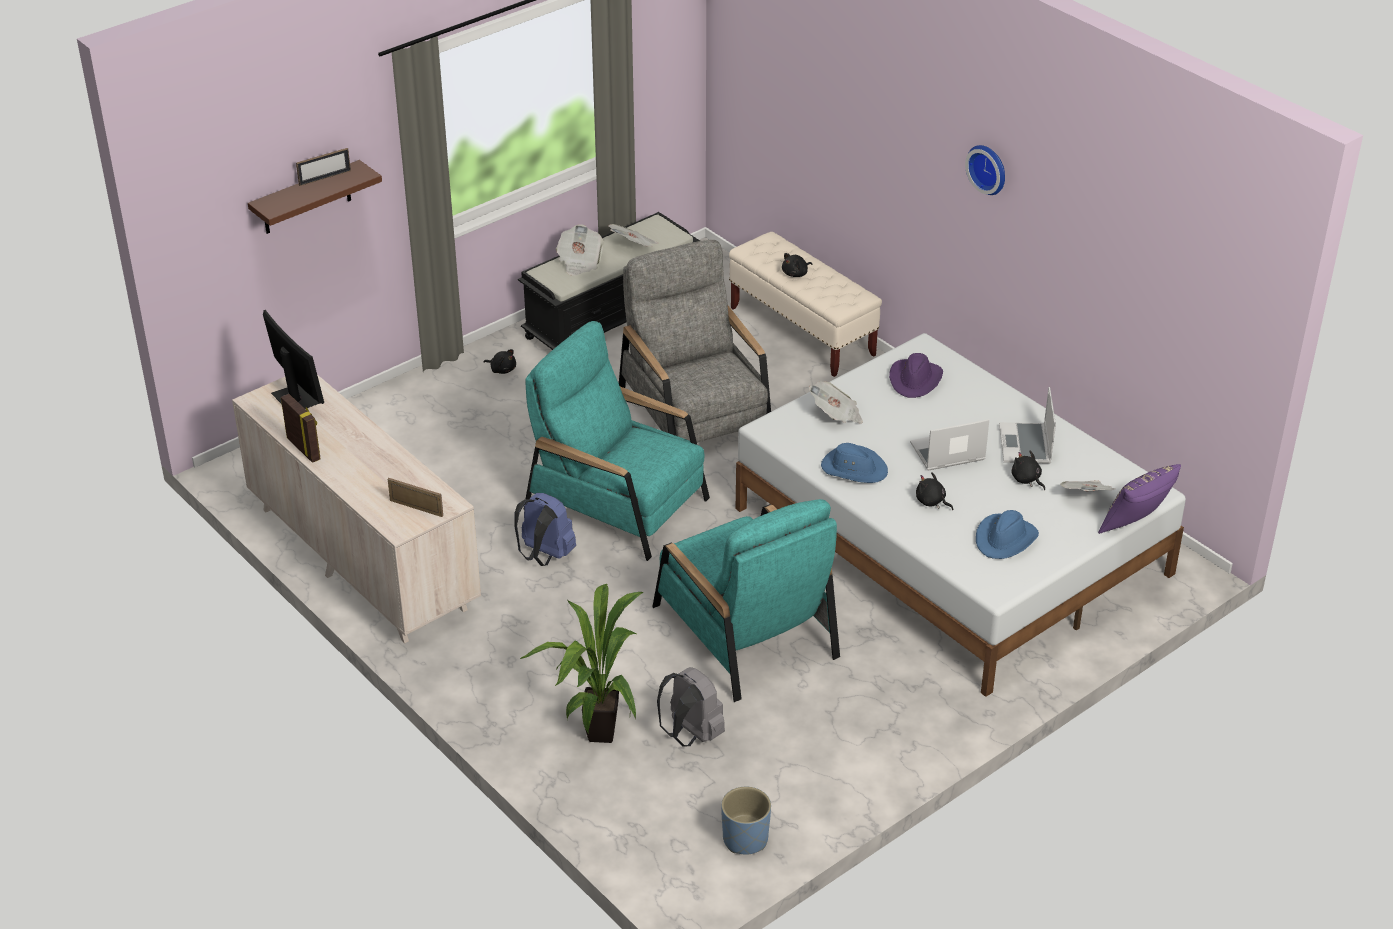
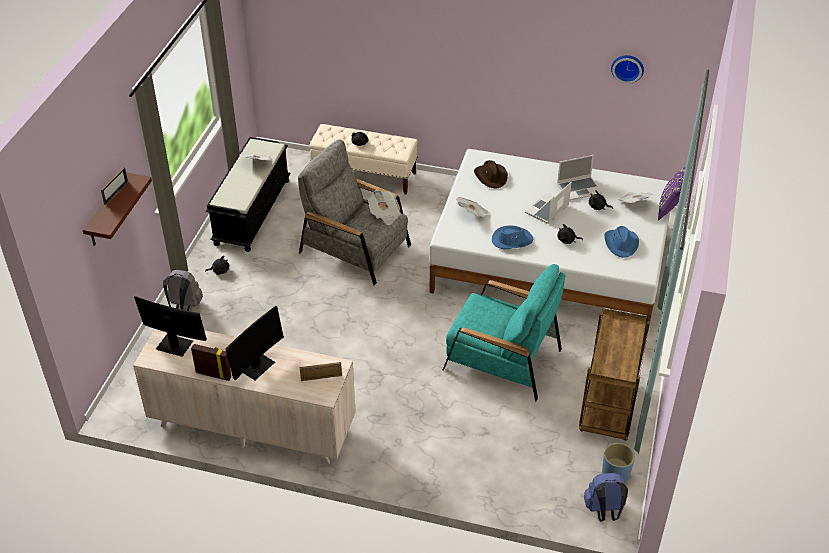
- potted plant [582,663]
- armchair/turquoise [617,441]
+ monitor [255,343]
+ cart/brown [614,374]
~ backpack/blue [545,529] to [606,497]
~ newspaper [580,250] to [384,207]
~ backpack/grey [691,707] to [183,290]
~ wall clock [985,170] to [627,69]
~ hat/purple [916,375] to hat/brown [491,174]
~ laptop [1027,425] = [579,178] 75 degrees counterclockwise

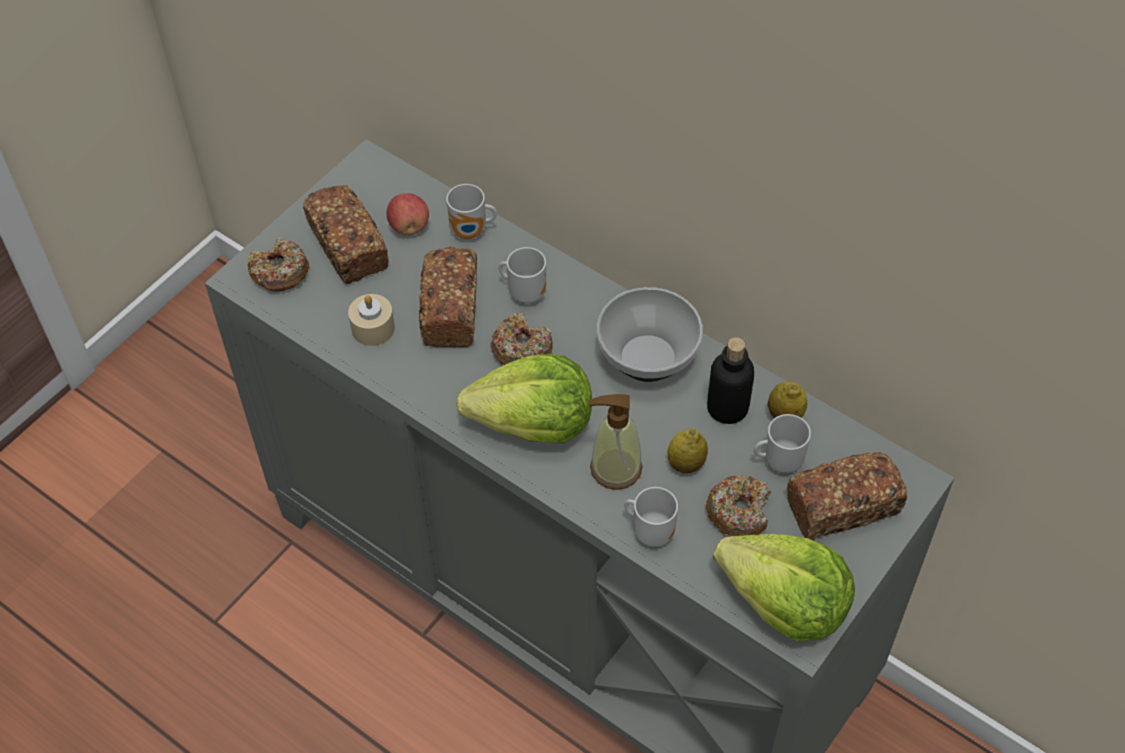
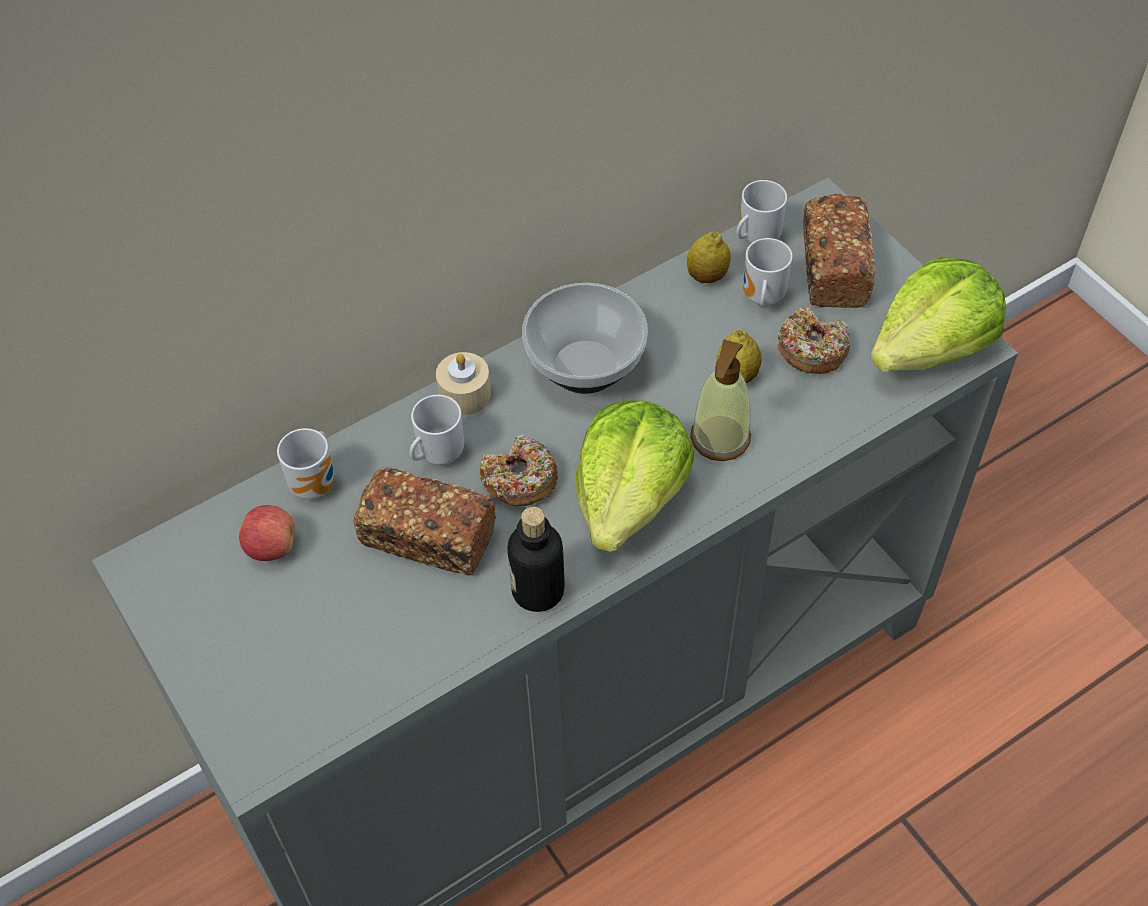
- donut [278,264]
- bread [346,234]
~ candle/beige [371,320] to [463,383]
~ mug [651,517] to [761,212]
~ bottle [730,380] to [536,559]

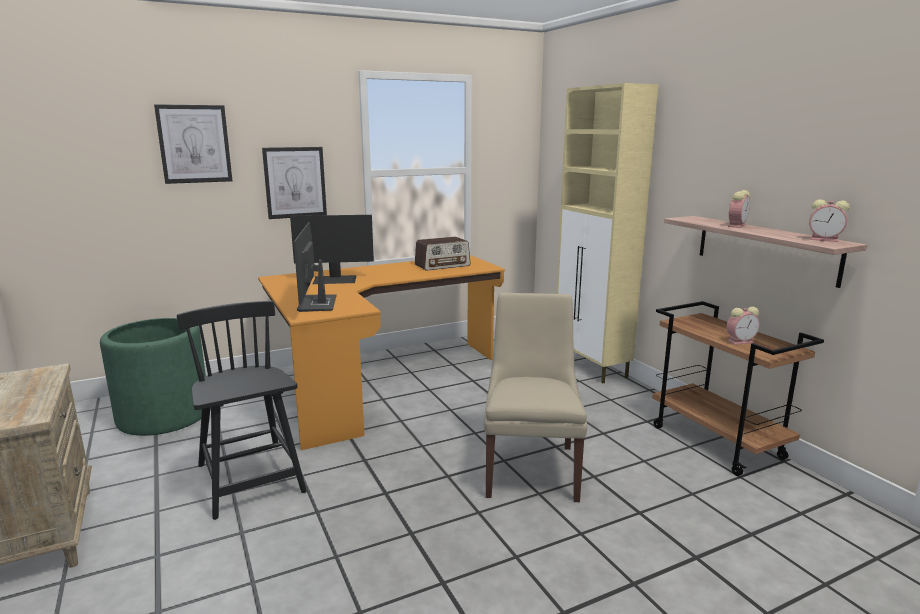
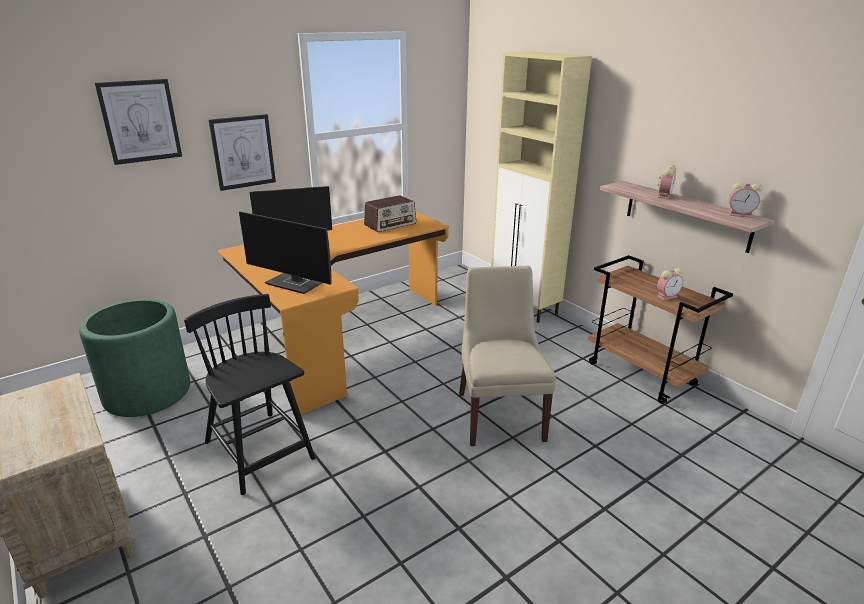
~ monitor [315,267] = [285,252] 45 degrees counterclockwise

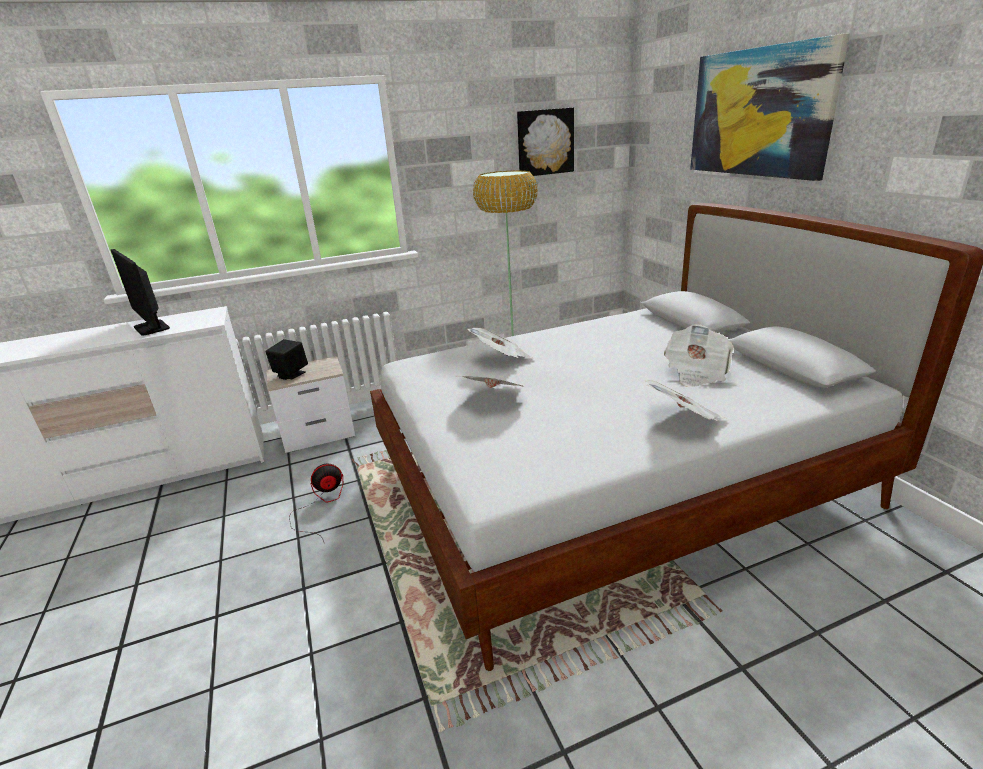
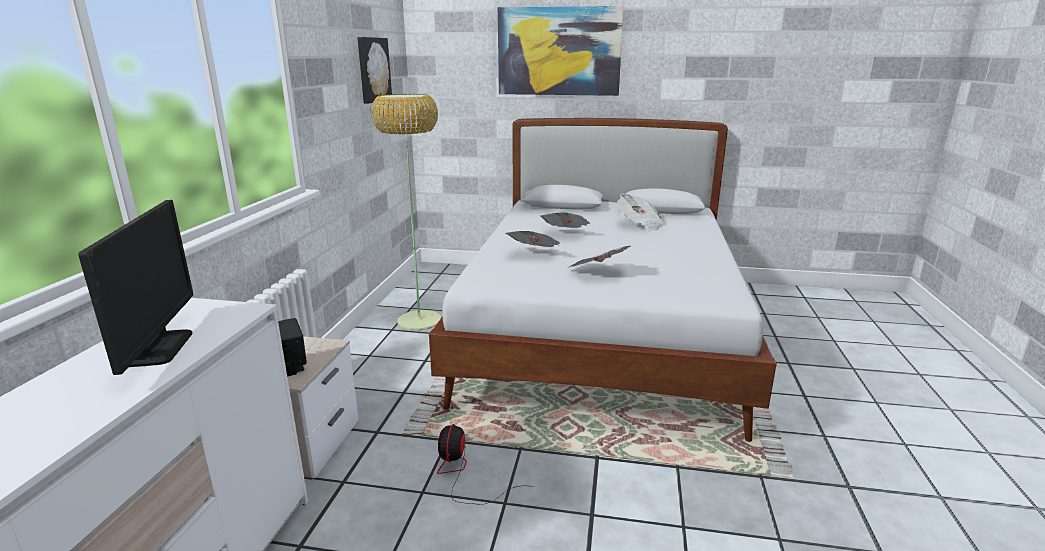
~ newspaper [686,400] to [565,220]
~ monitor [140,292] = [135,287] 90 degrees counterclockwise

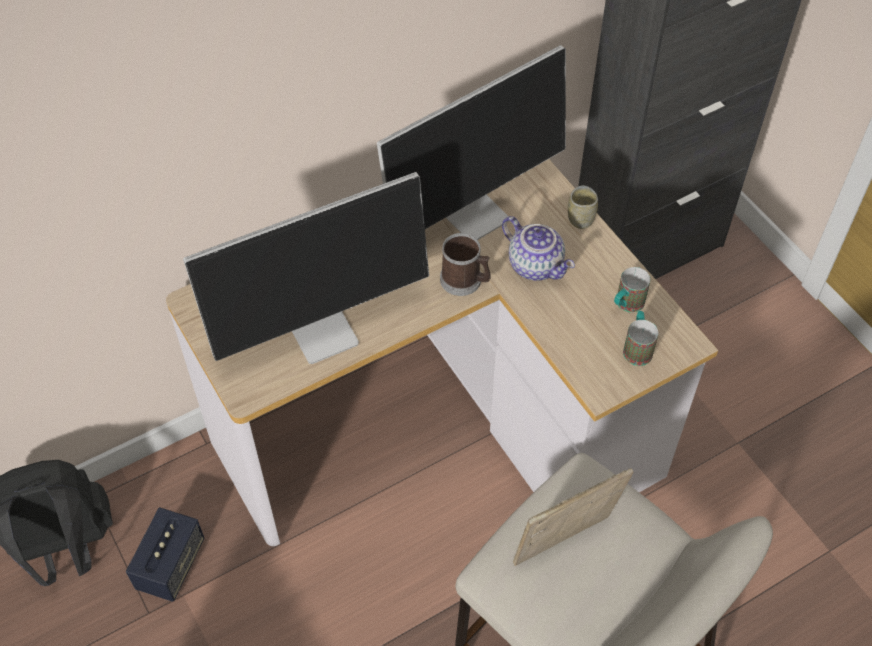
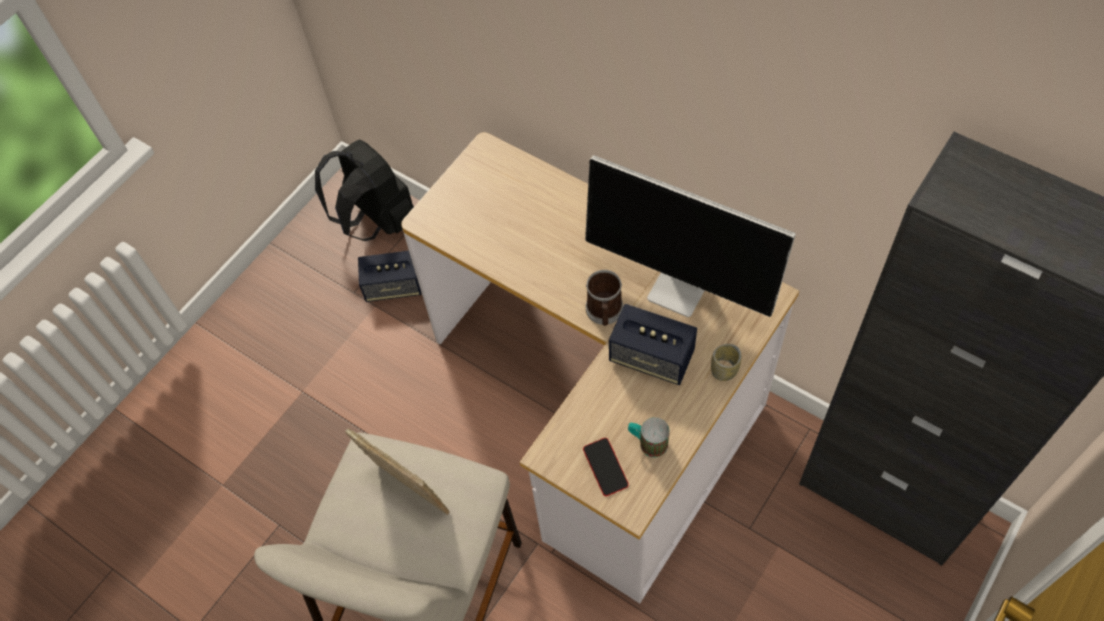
- monitor [306,268]
~ teapot [538,248] to speaker [653,344]
~ mug [640,338] to phone [606,467]

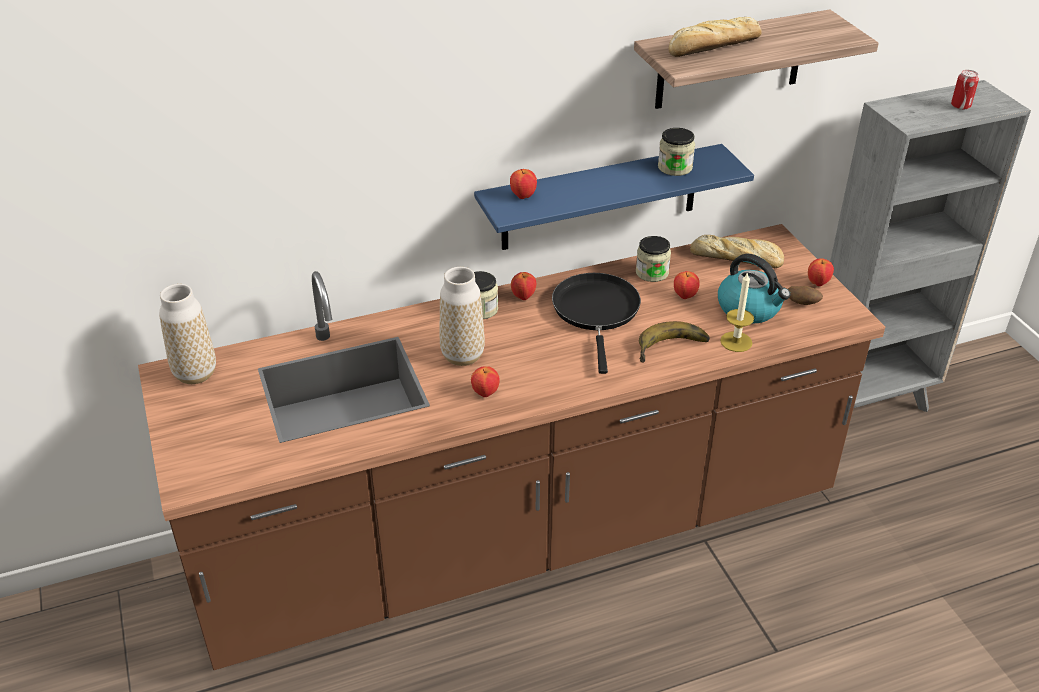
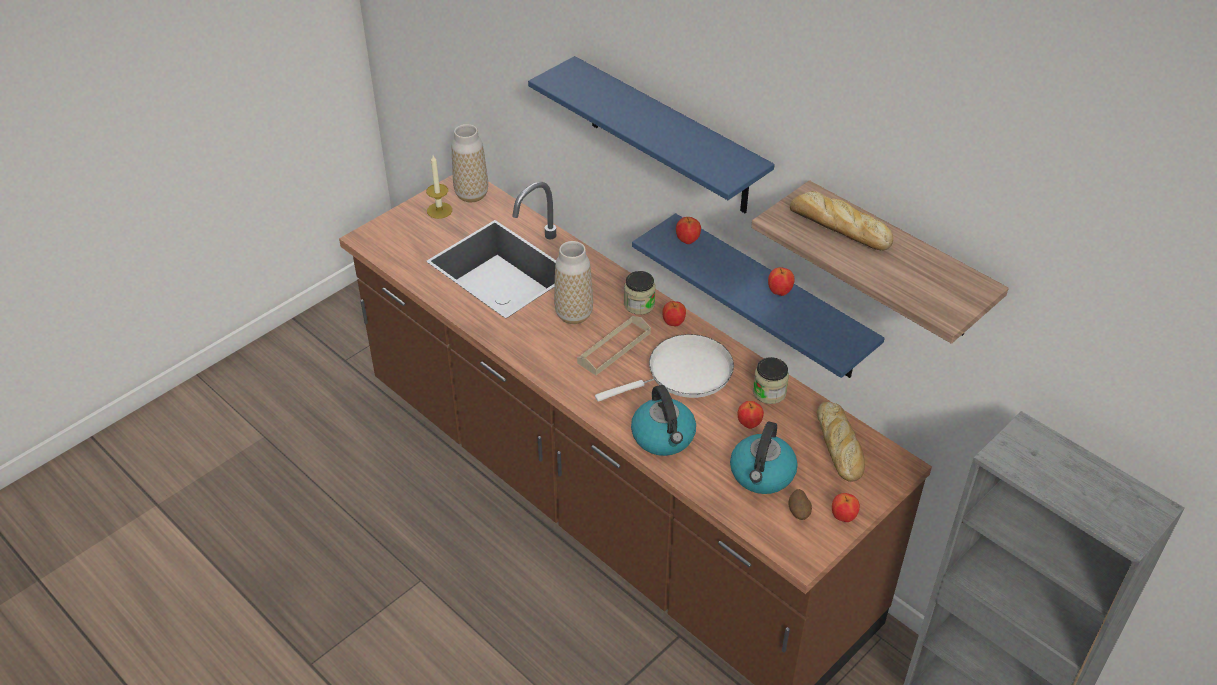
- jar [676,152]
- can [965,90]
+ shelf/blue [651,134]
+ tray/beige [614,345]
~ apple [485,381] to [781,281]
~ candle [737,312] to [439,187]
~ banana [674,342] to kettle [663,420]
~ frying pan/black [596,323] to frying pan/white [664,368]

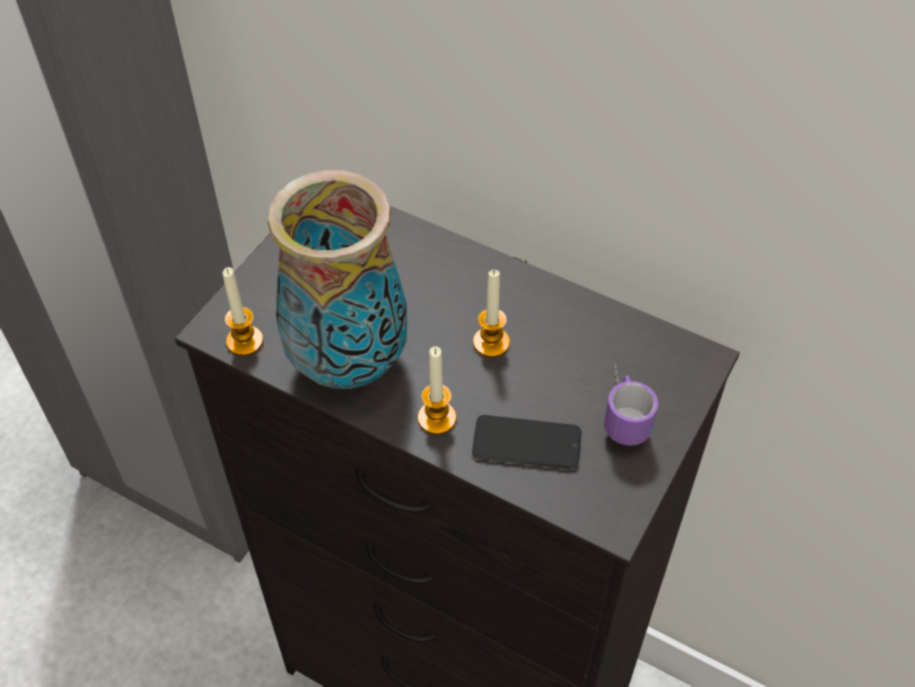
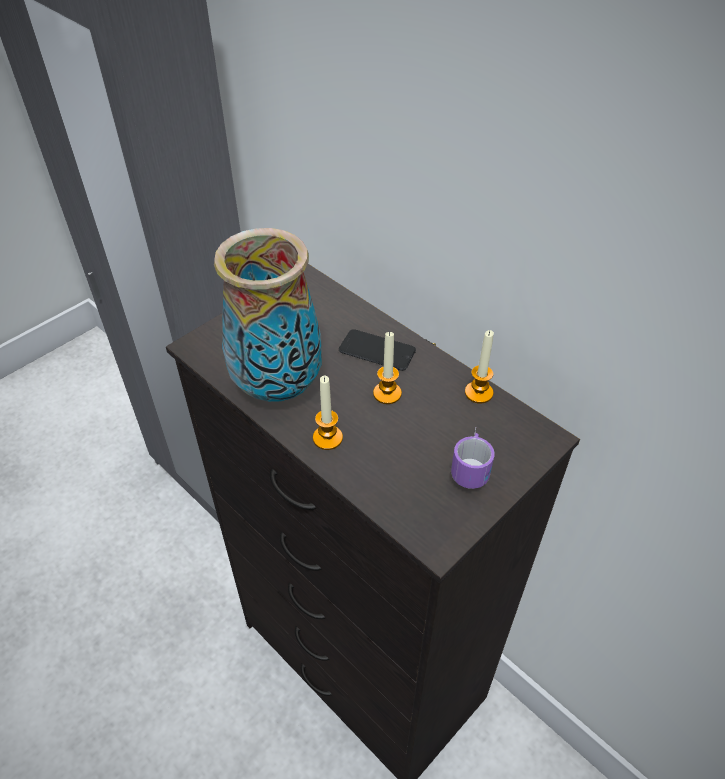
~ candle [243,311] to [479,367]
~ phone [527,442] to [377,350]

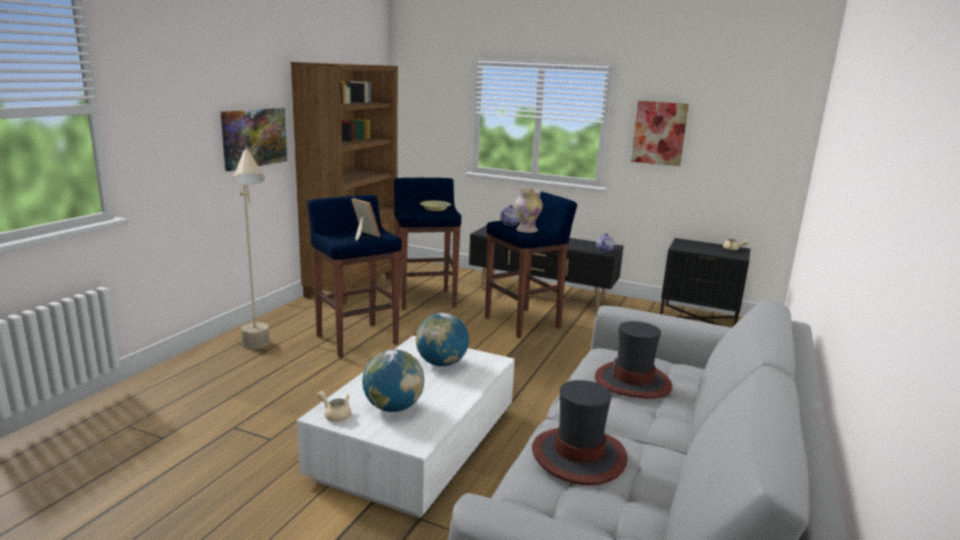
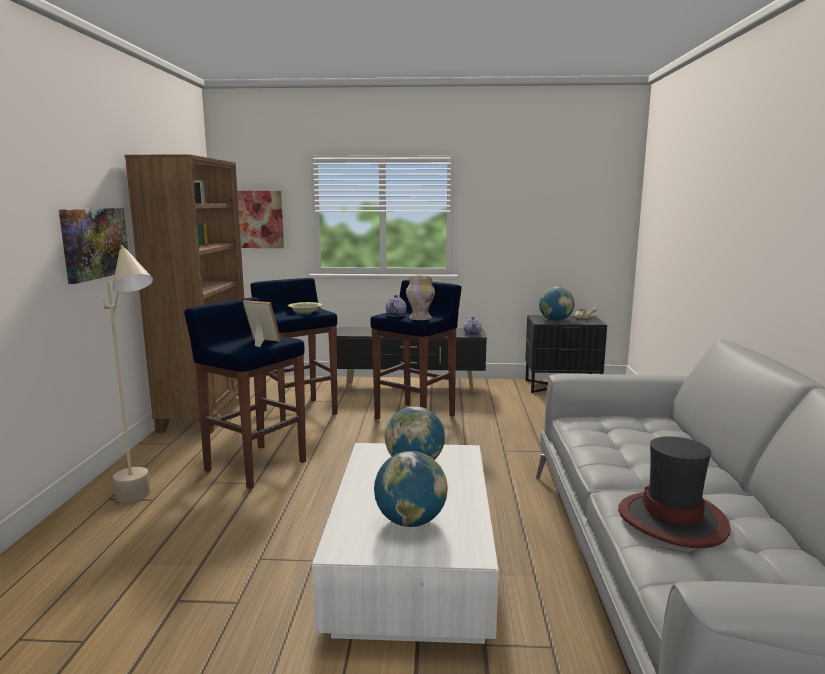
- teapot/beige [334,406]
- hat [633,360]
+ globe [556,304]
~ picture [660,133] to [260,219]

